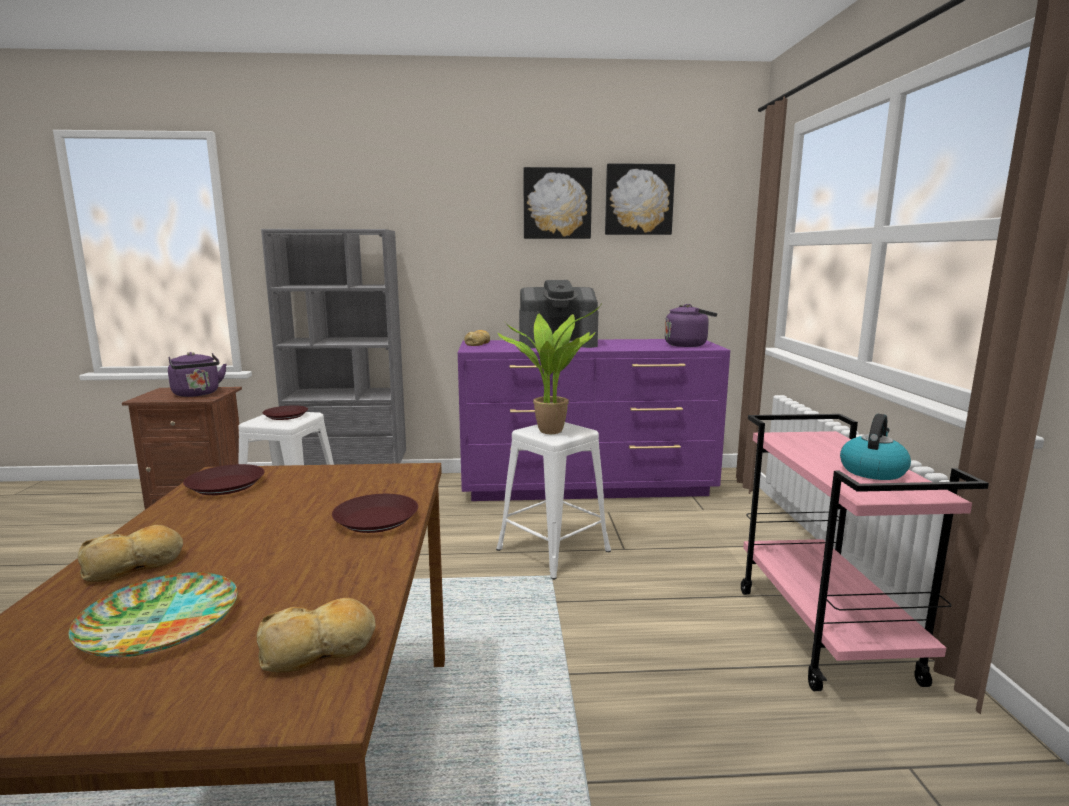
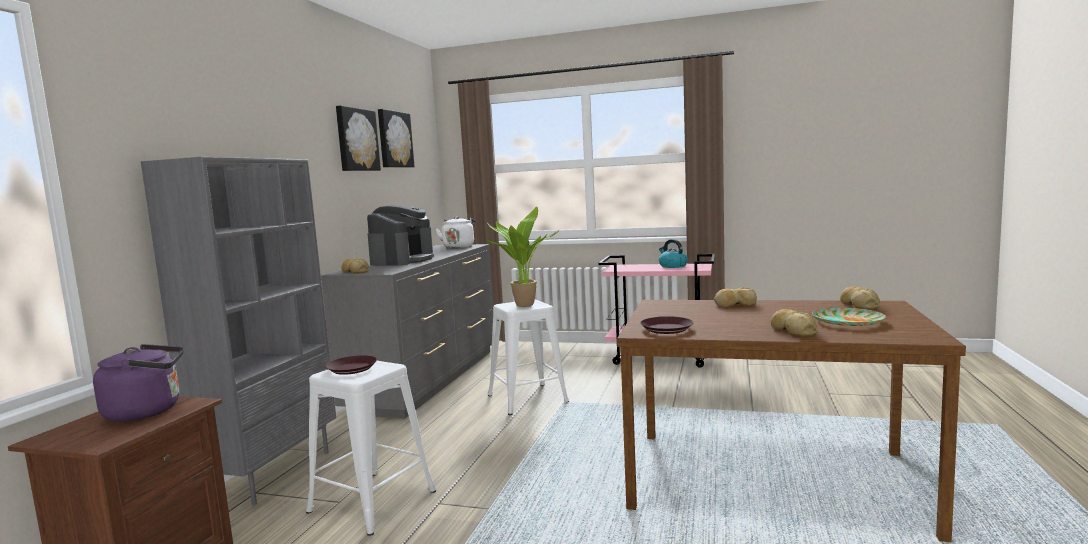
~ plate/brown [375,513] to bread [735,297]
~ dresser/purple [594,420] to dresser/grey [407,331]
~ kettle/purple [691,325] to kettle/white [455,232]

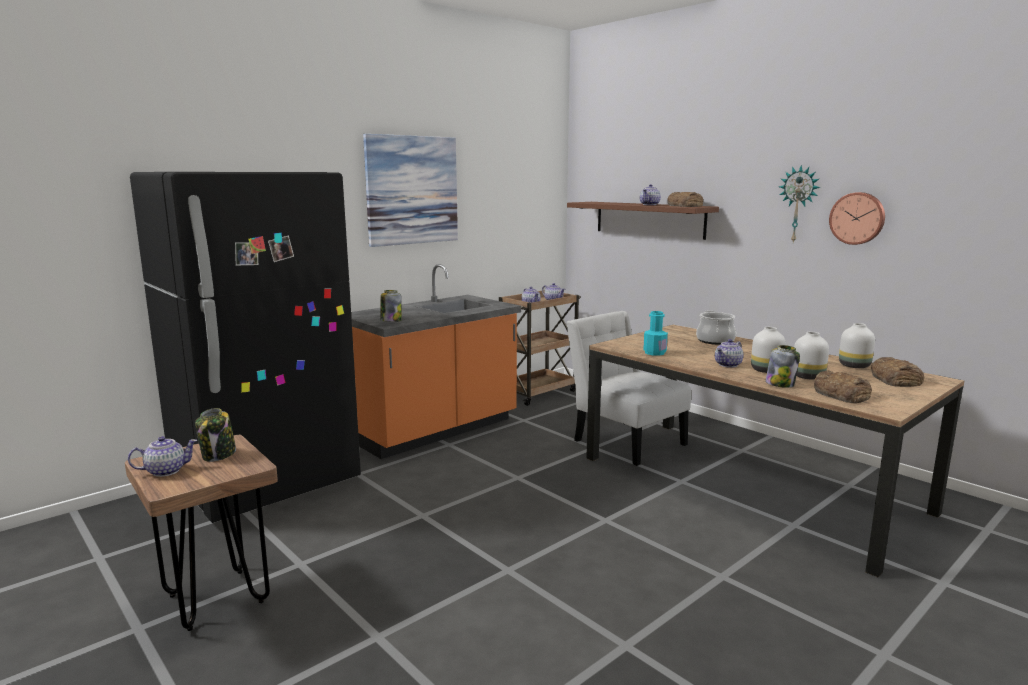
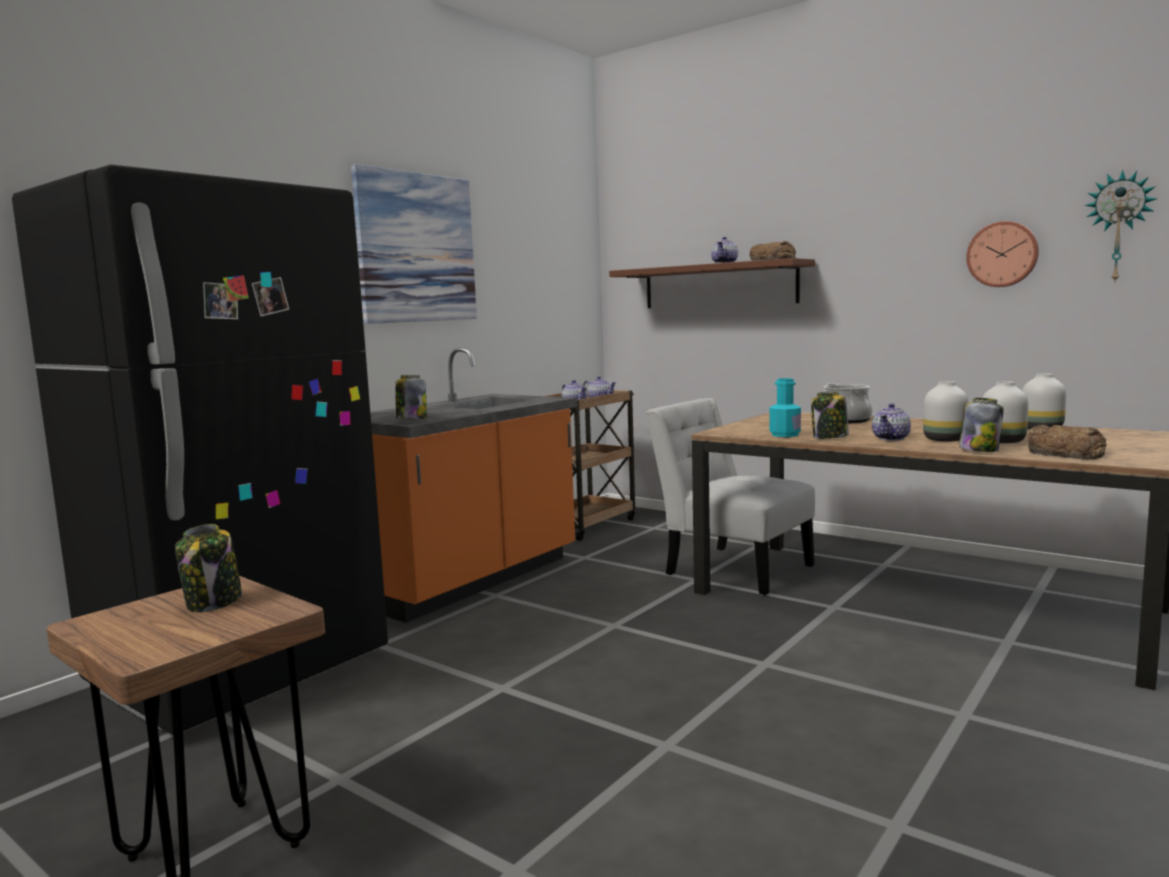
- teapot [163,456]
- bread [897,372]
+ jar [830,415]
~ wall clock [799,204] to [1121,227]

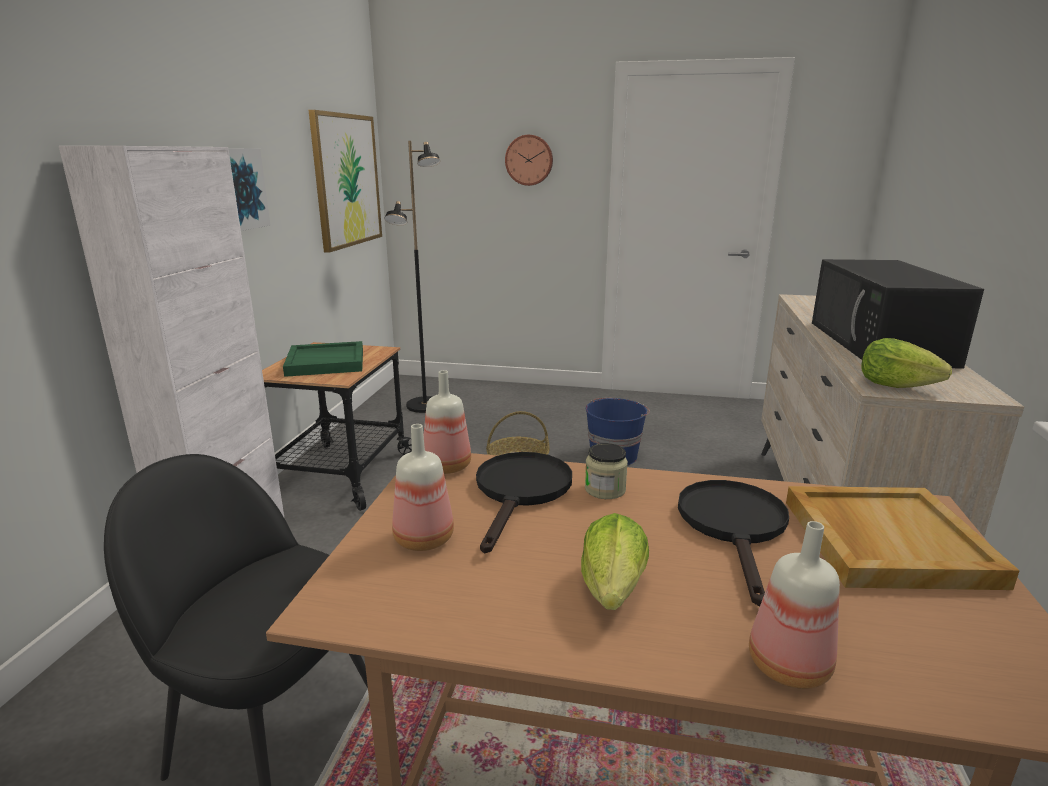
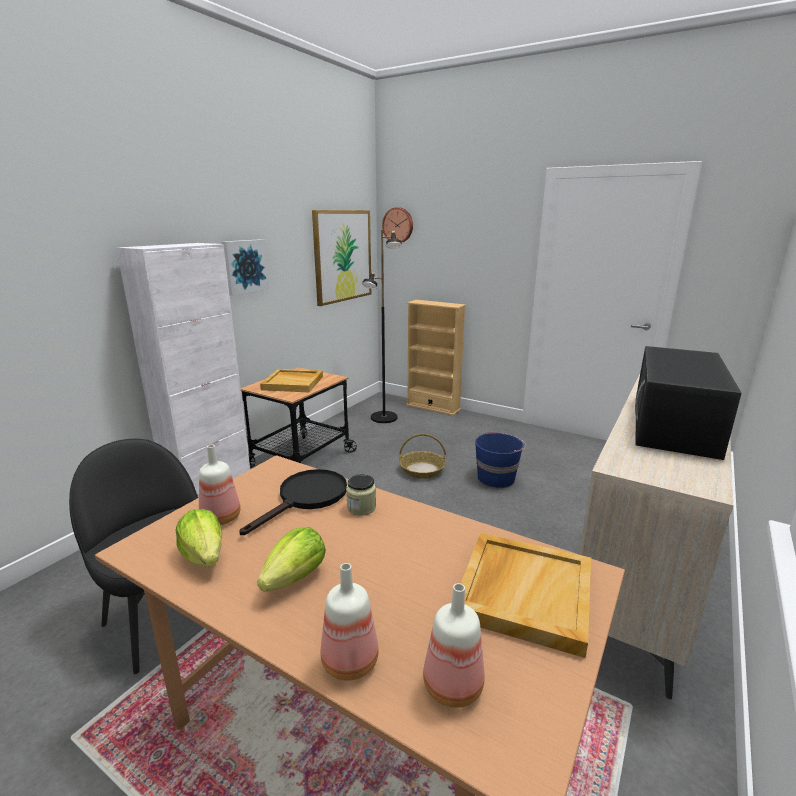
- frying pan/black [733,543]
+ bookcase/beige [436,358]
~ bottle [447,422] to [454,645]
~ wall clock [529,160] to [397,225]
~ lettuce [907,363] to [198,538]
~ tray/green [323,359] to tray/beige [291,380]

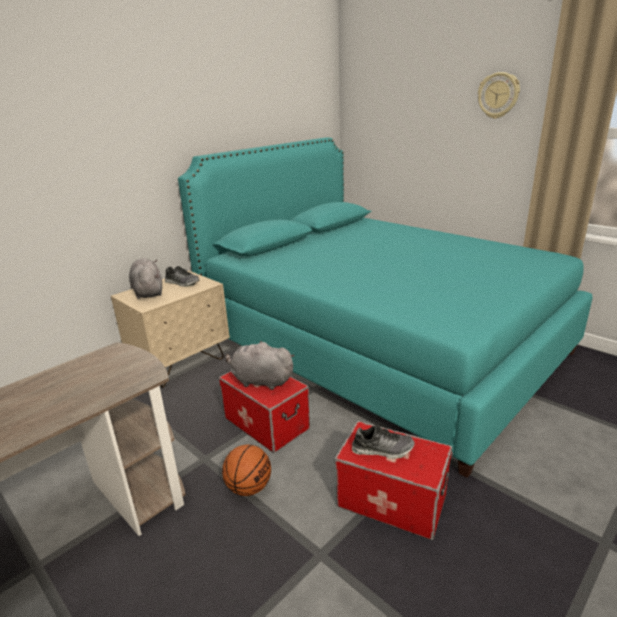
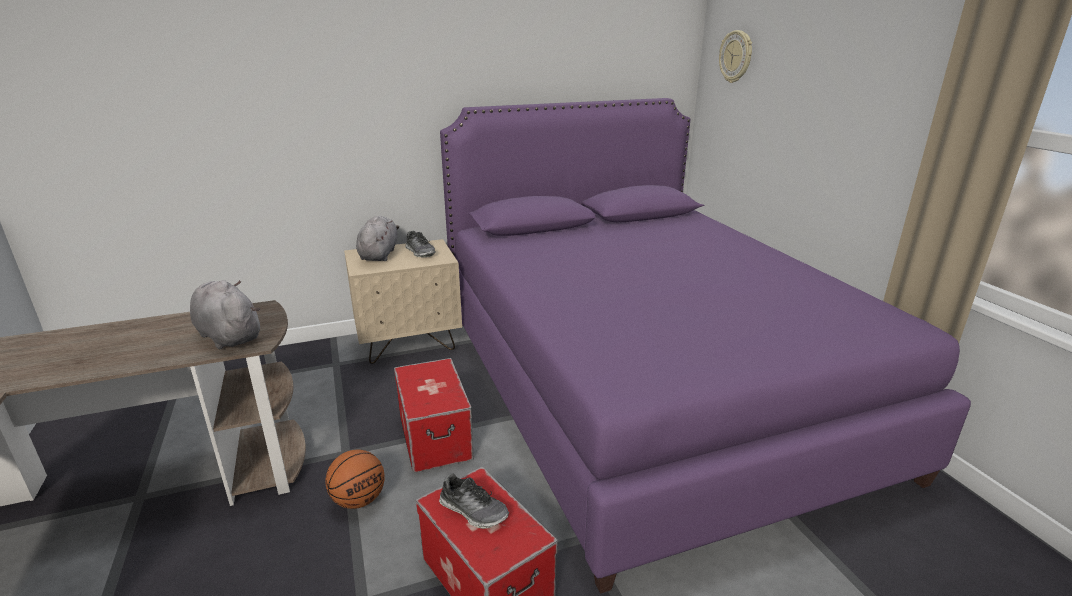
~ plush toy/grey [260,365] to [225,314]
~ wall clock [499,95] to [735,56]
~ bed/turquoise [385,307] to bed/purple [705,346]

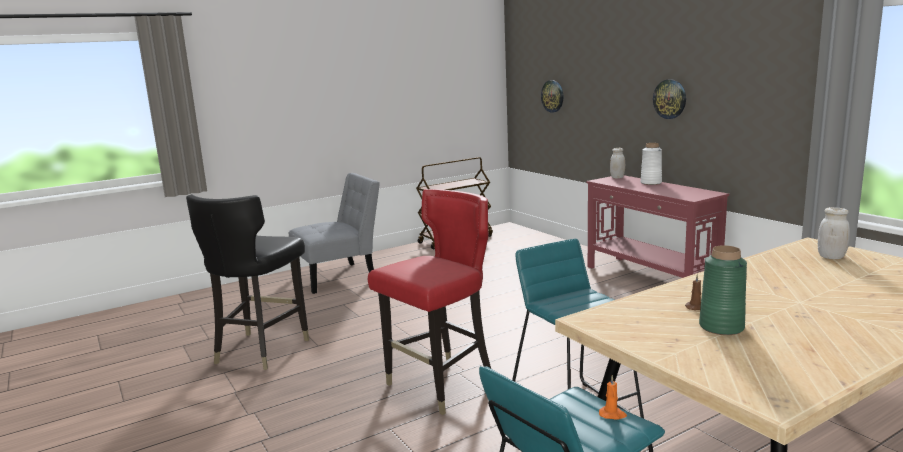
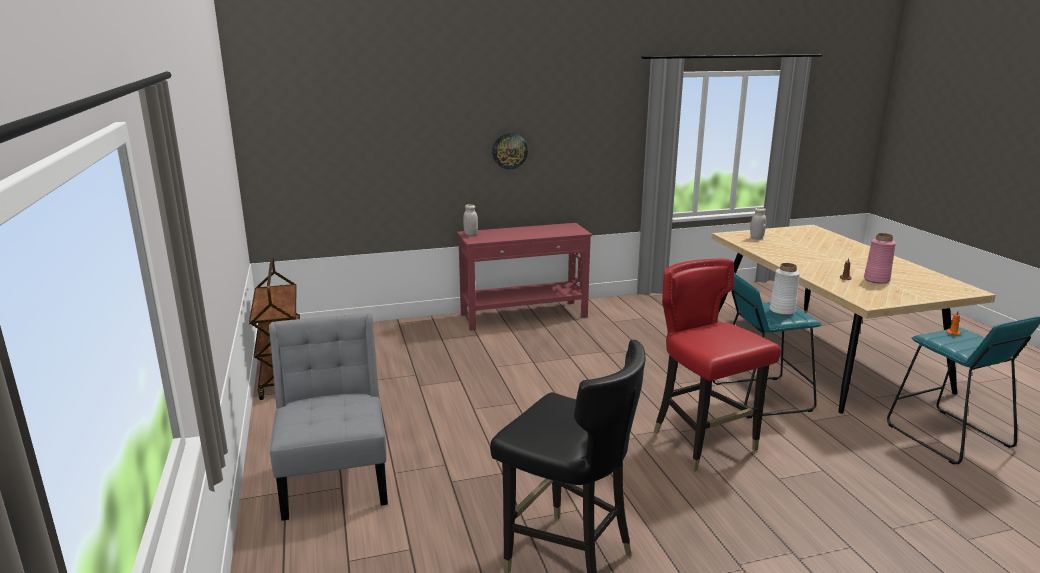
- wall clock [552,96]
~ vase/white [651,164] to [785,289]
~ vase/green [723,290] to vase/pink [880,258]

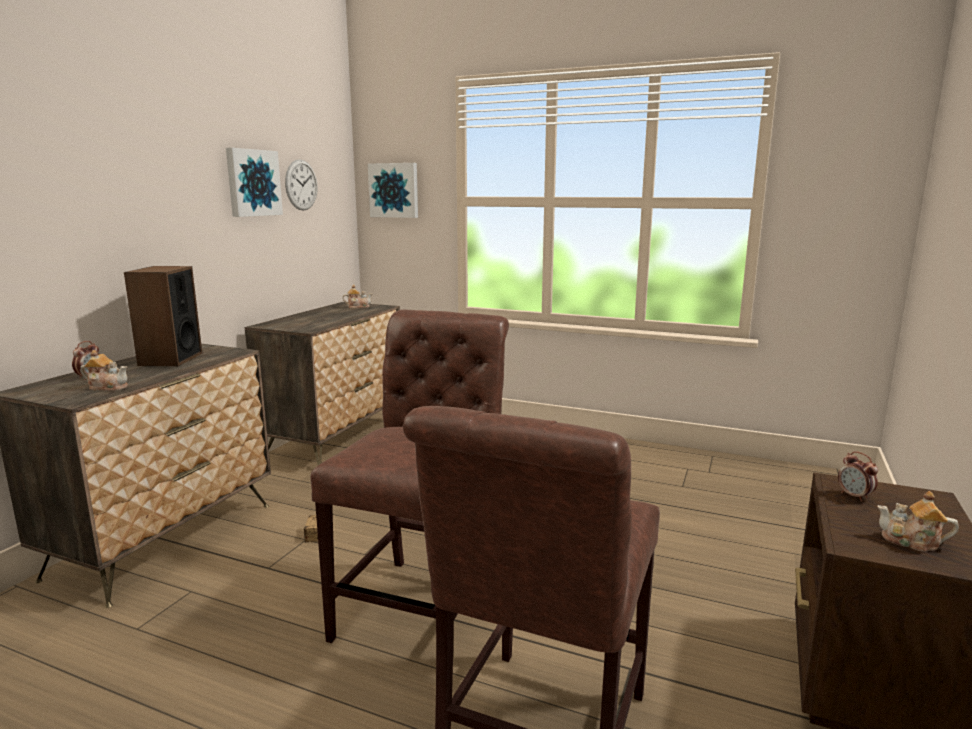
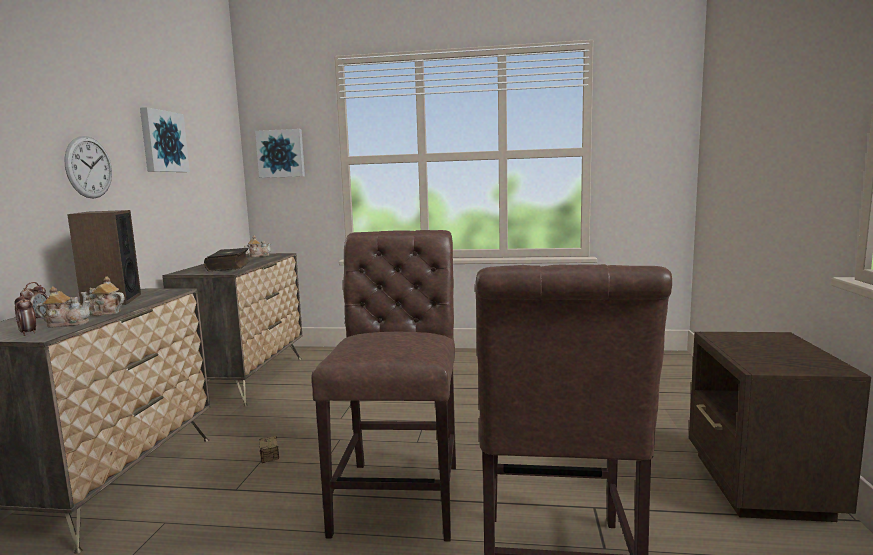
+ book [227,259]
~ wall clock [301,185] to [88,167]
~ alarm clock [858,476] to [25,314]
~ teapot [918,521] to [102,296]

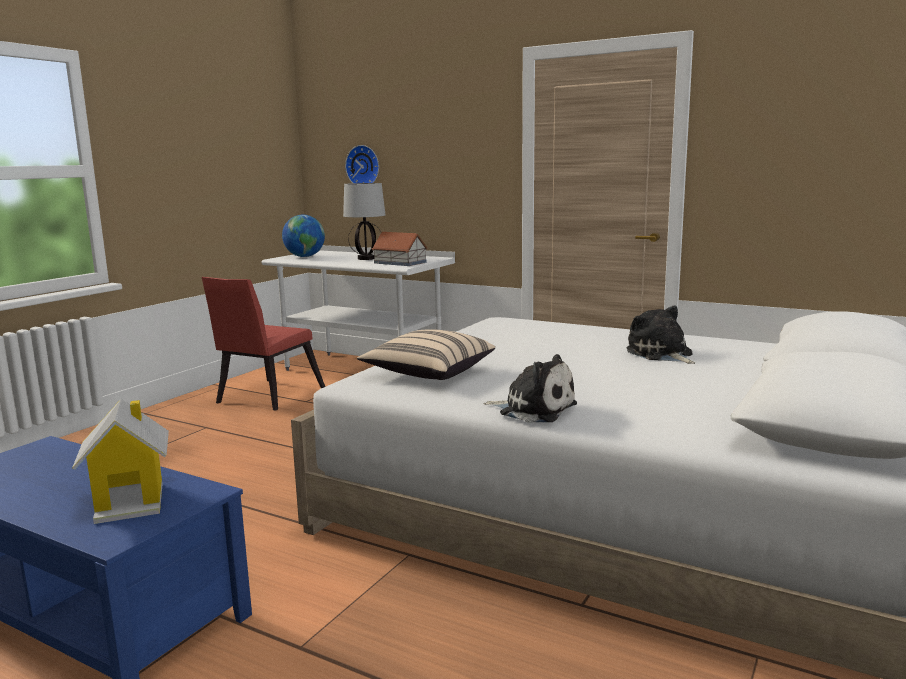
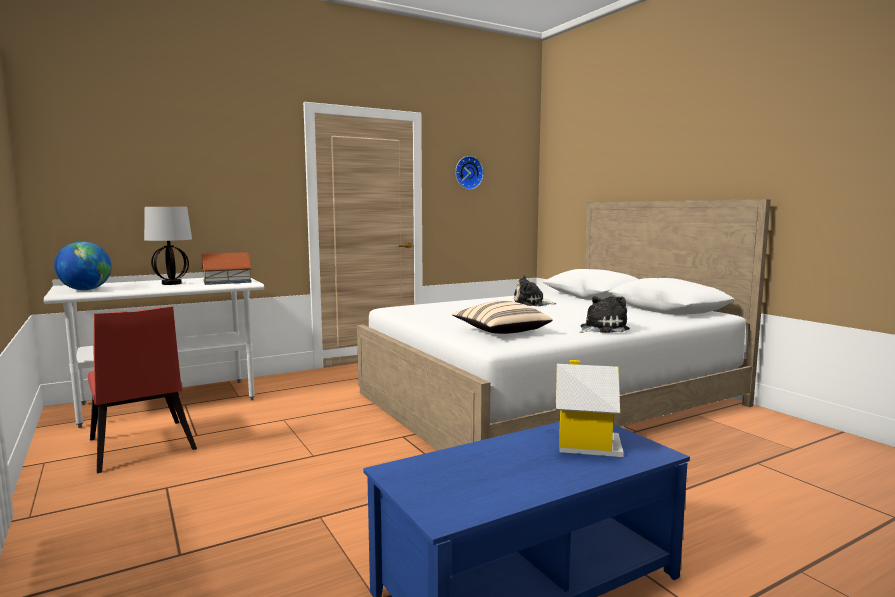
~ wall clock [362,164] to [469,173]

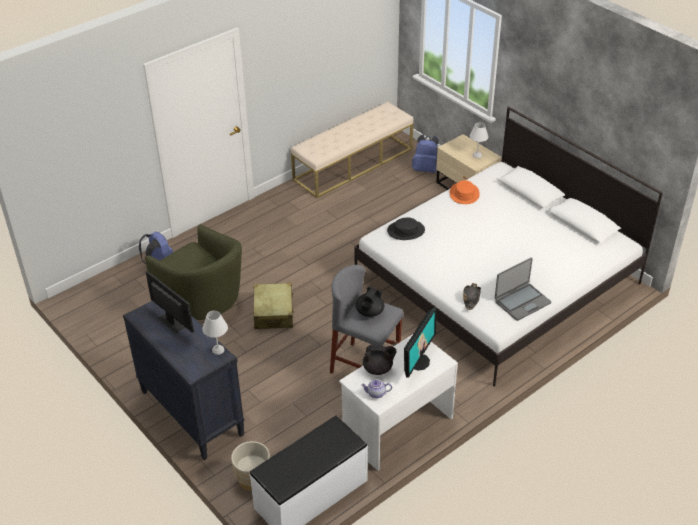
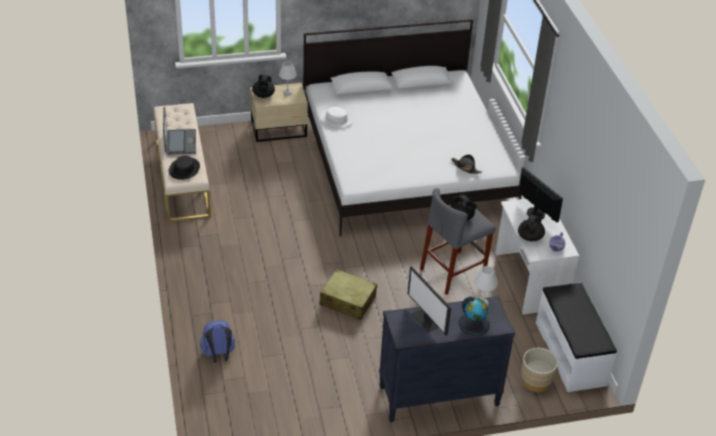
- armchair/green [193,272]
- backpack/blue [425,153]
+ teapot/black [263,86]
+ globe [474,316]
~ hat/black [406,229] to [184,168]
~ laptop [523,289] to [179,131]
~ hat/orange [465,192] to hat/white [336,117]
~ monitor [169,302] = [429,301] 105 degrees counterclockwise

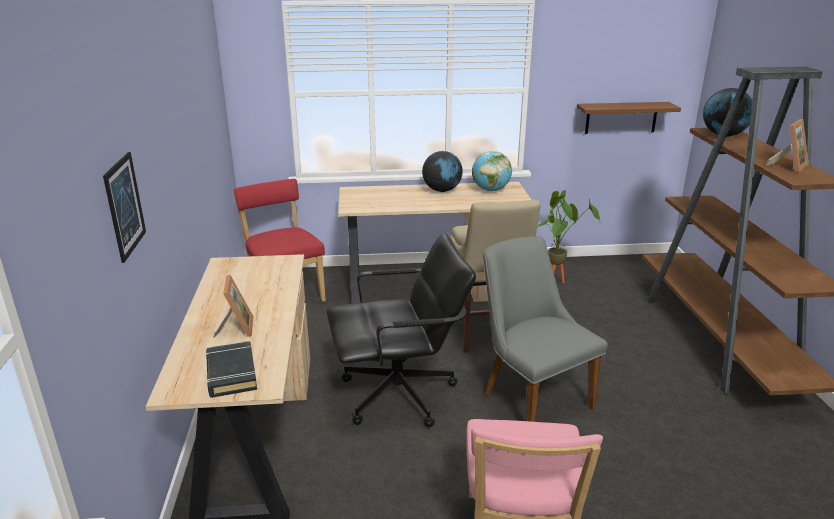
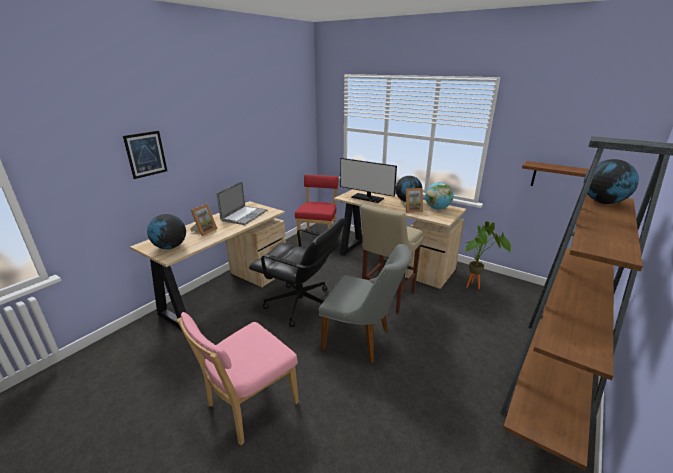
+ laptop [242,203]
+ monitor [368,180]
~ picture frame [787,145] to [413,200]
~ book/black [231,369] to globe [166,231]
~ chair/grey [545,329] = [365,303] 105 degrees clockwise

